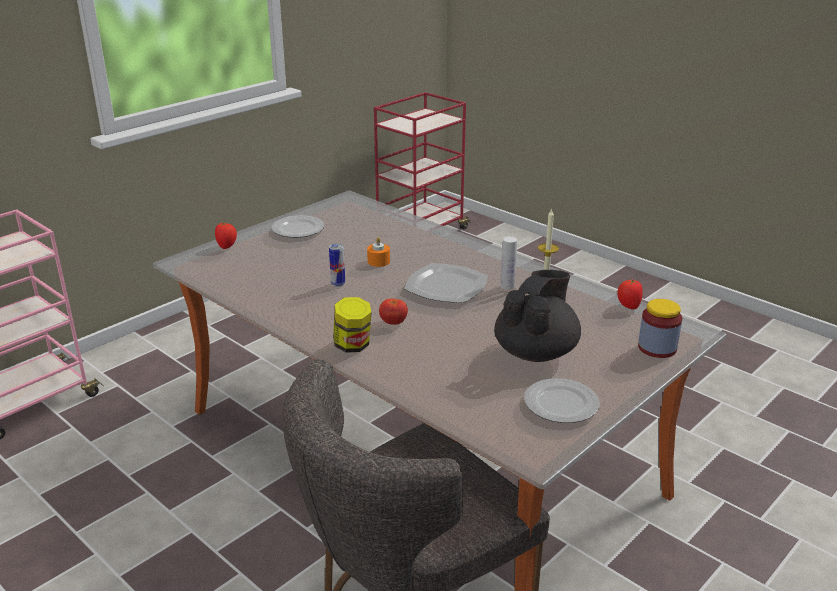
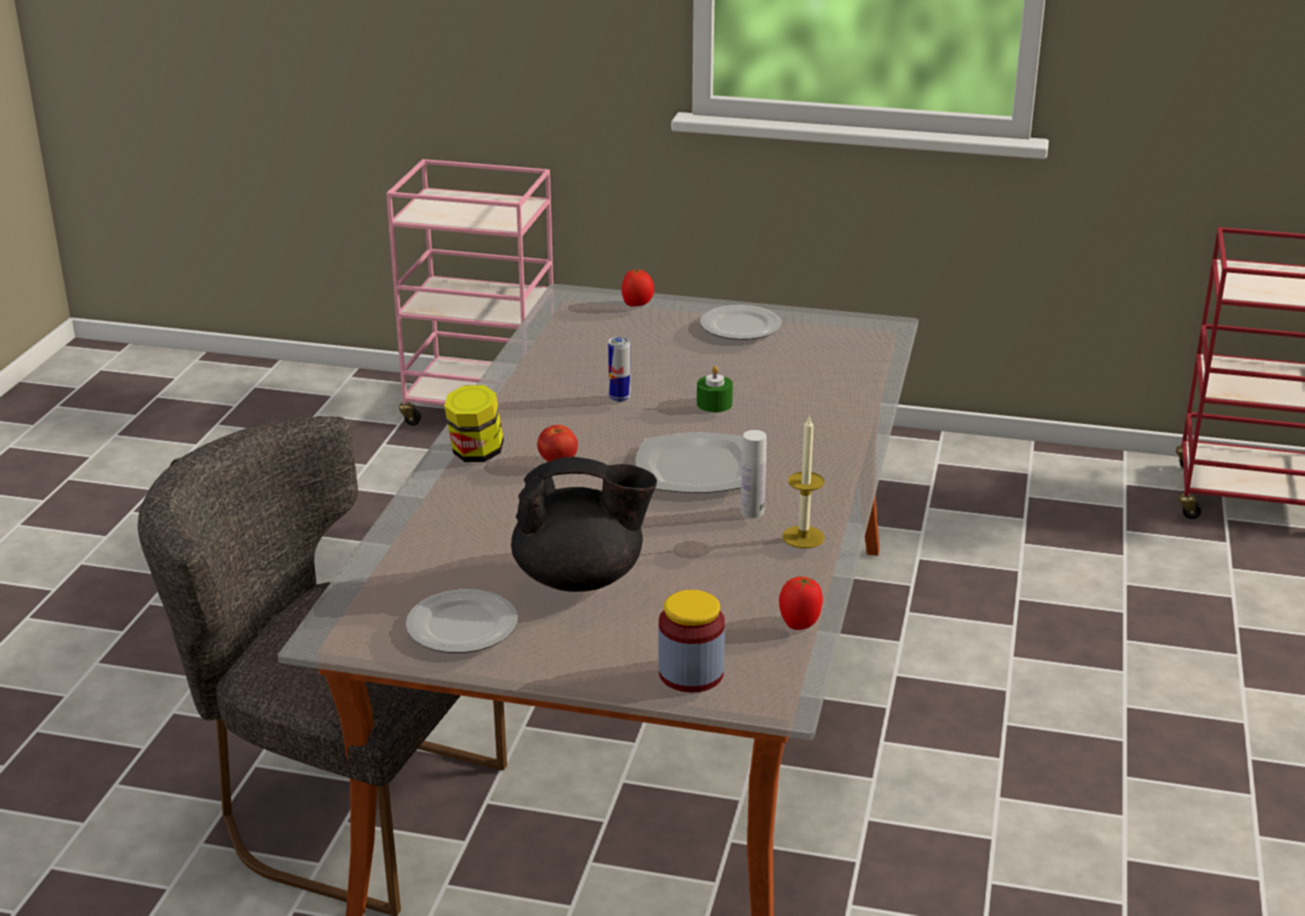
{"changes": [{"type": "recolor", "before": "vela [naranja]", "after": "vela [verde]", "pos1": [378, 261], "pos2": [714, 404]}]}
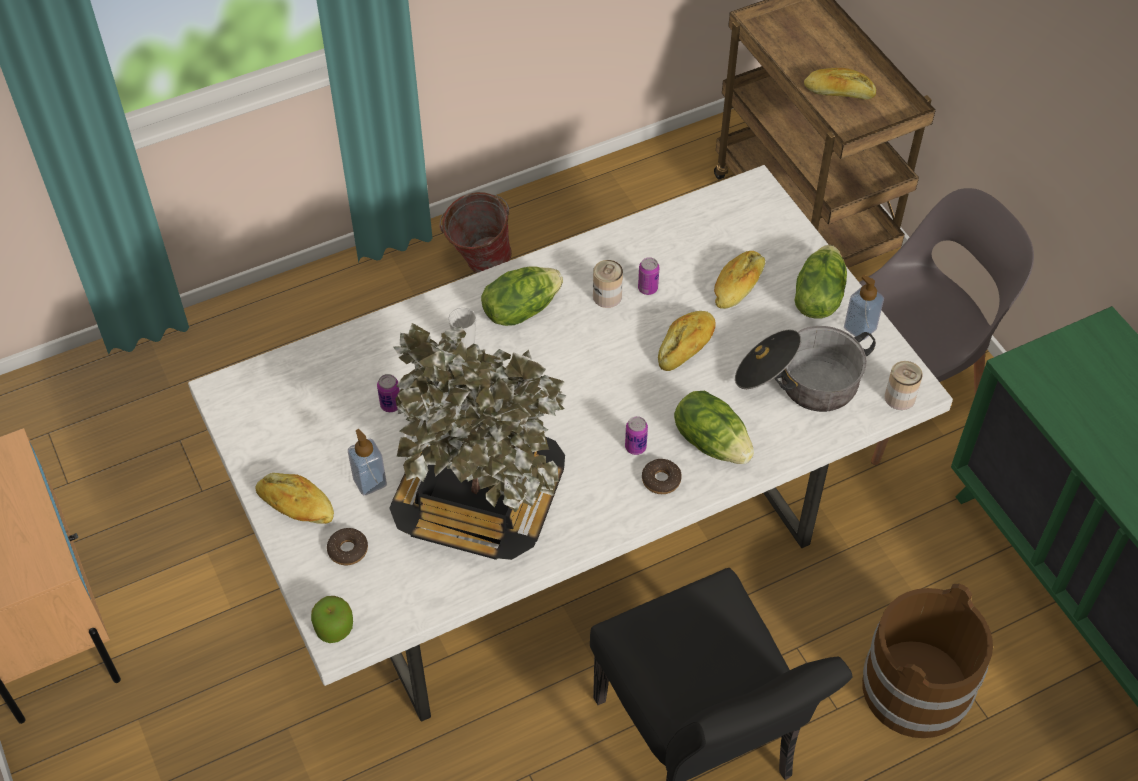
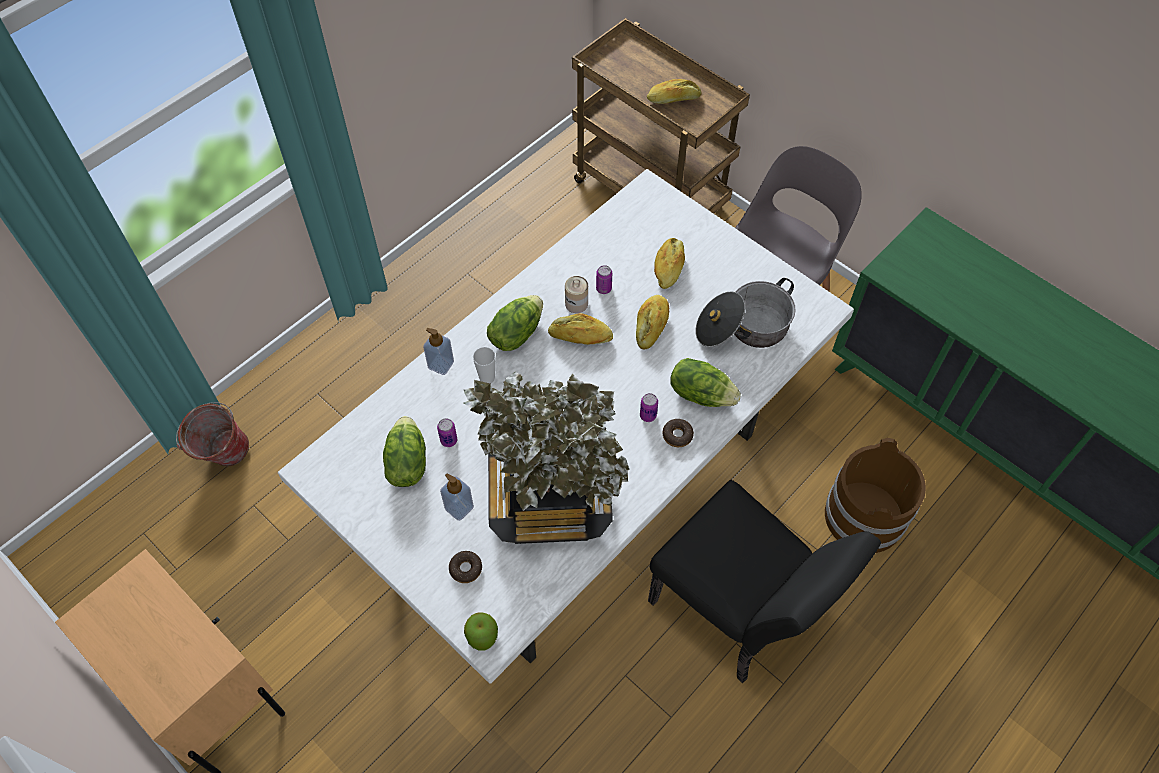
{"changes": [{"type": "delete", "before": "lata", "pos1": [899, 397]}, {"type": "move", "before": "pan", "pos1": [296, 506], "pos2": [580, 337]}, {"type": "move", "before": "cubo", "pos1": [478, 264], "pos2": [223, 457]}, {"type": "move", "before": "lechuga", "pos1": [817, 297], "pos2": [406, 463]}, {"type": "move", "before": "dispensador de jabón", "pos1": [860, 328], "pos2": [441, 365]}]}
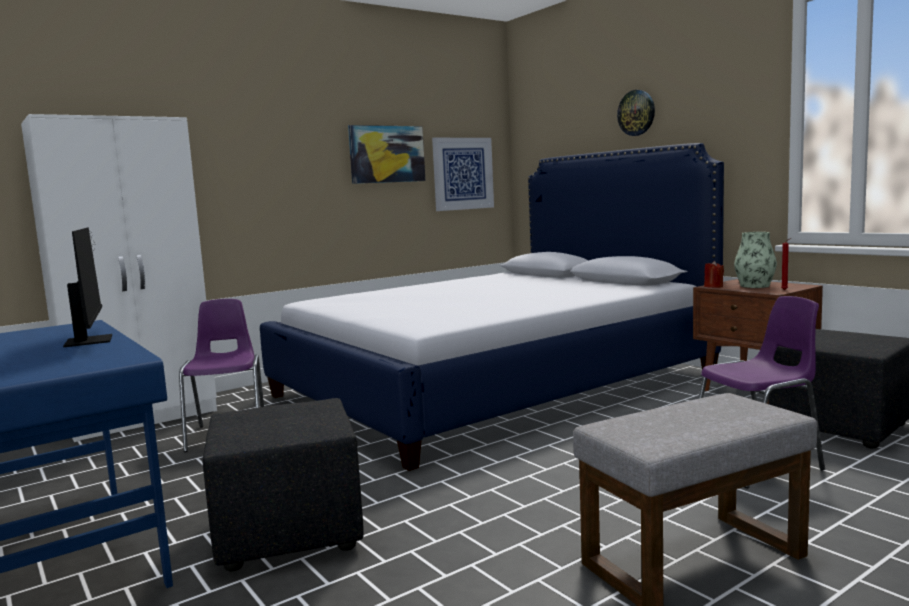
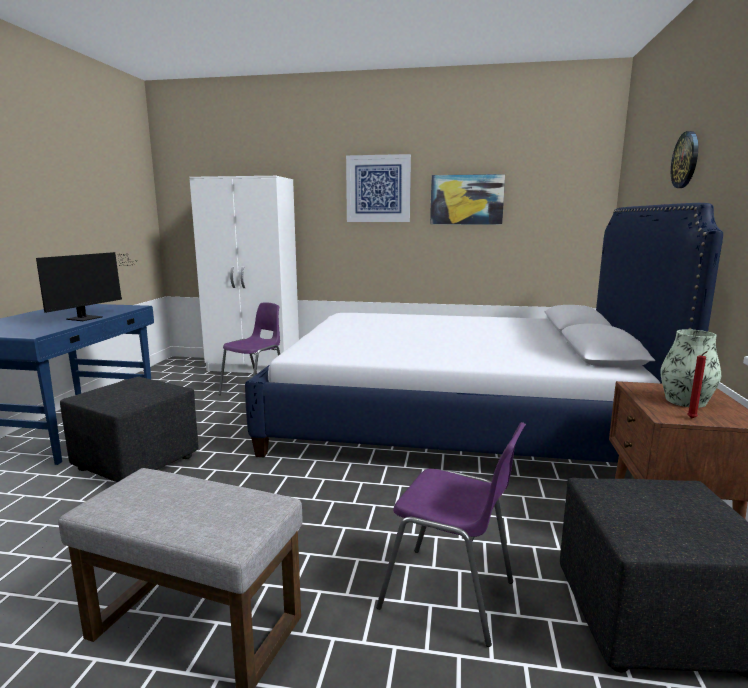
{"changes": [{"type": "delete", "before": "vela [rojo]", "pos1": [713, 286]}, {"type": "move", "before": "cuadro", "pos1": [463, 173], "pos2": [378, 189]}]}
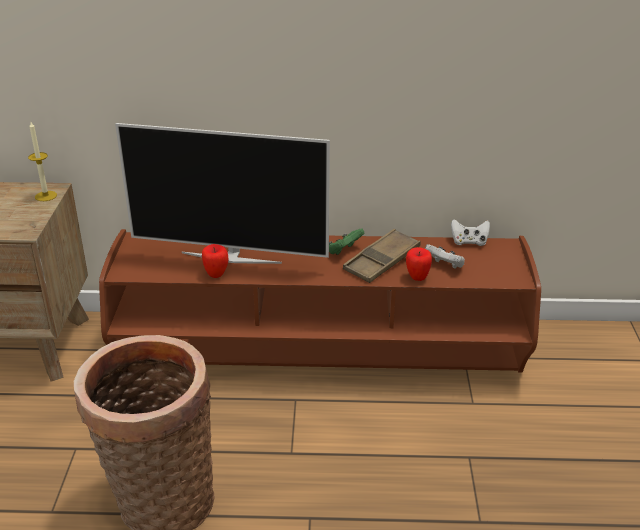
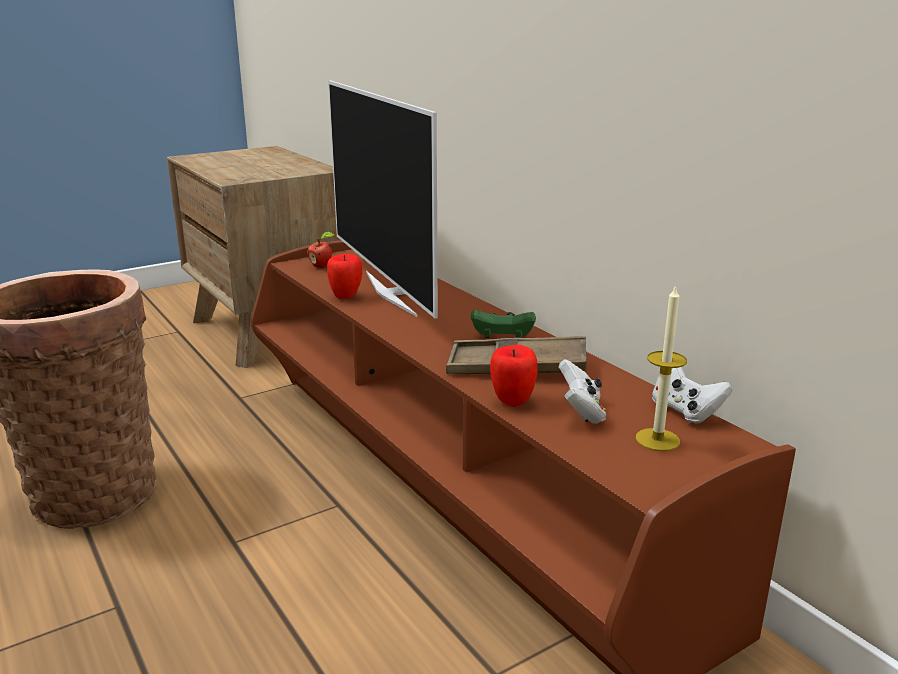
{"changes": [{"type": "insert", "after": "manzana", "pos2": [322, 266]}, {"type": "move", "before": "vela", "pos1": [46, 196], "pos2": [657, 439]}]}
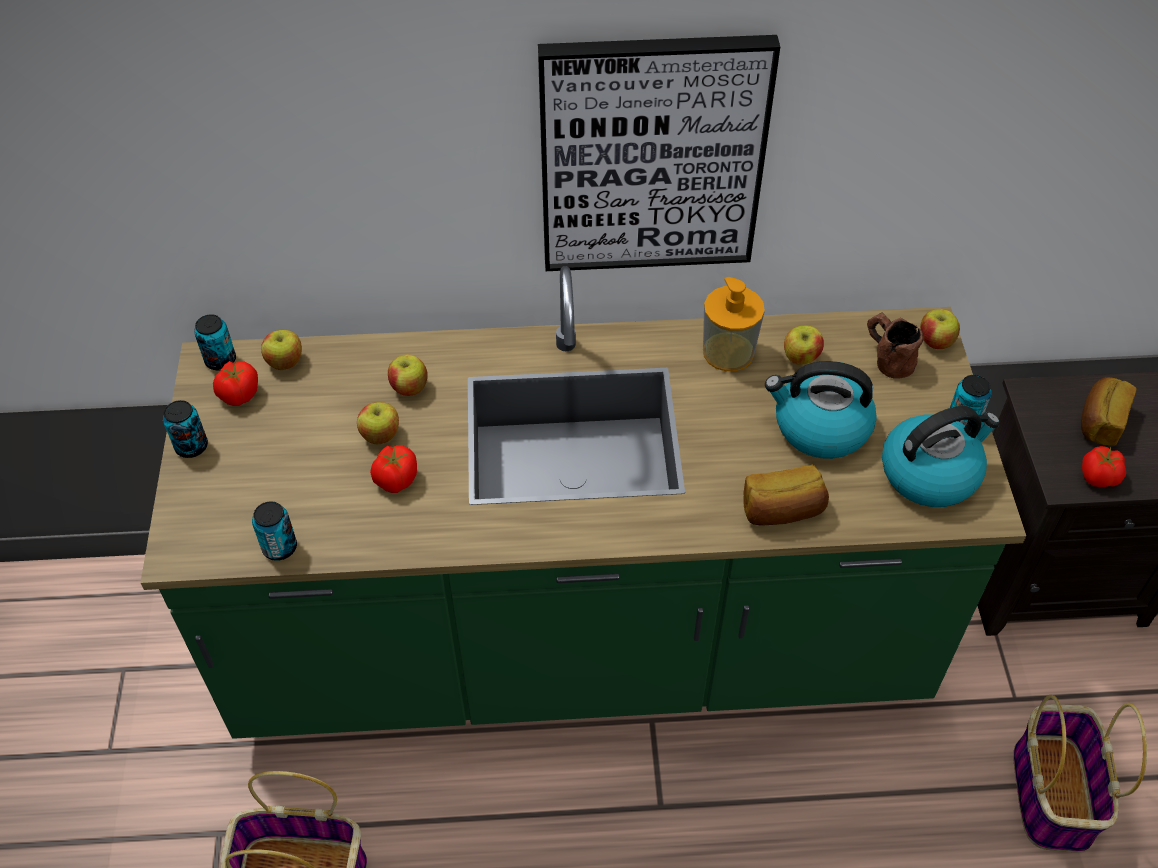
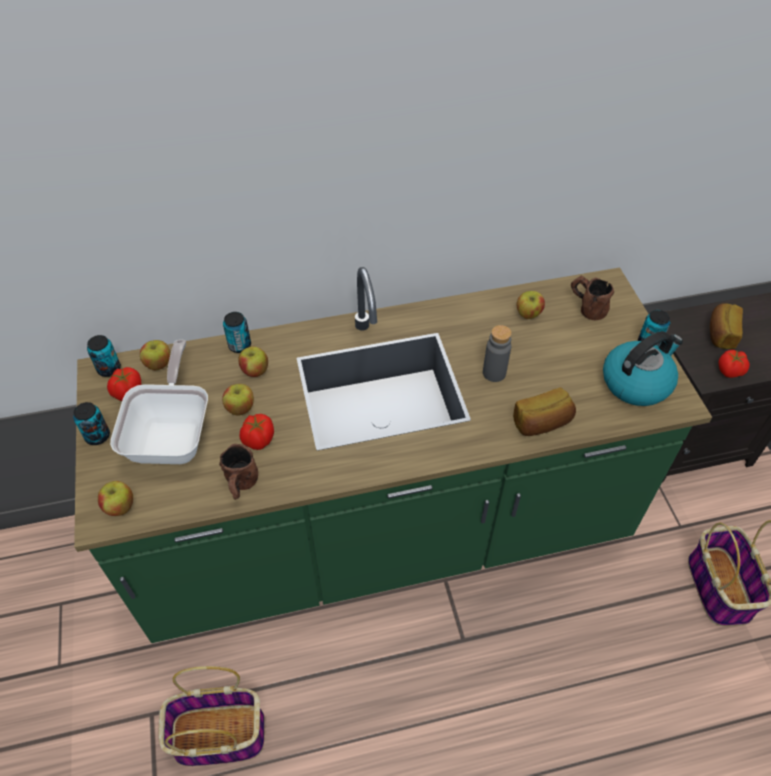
{"changes": [{"type": "delete", "before": "cuadro", "pos1": [651, 155]}, {"type": "delete", "before": "dispensador de jabón", "pos1": [728, 352]}, {"type": "delete", "before": "hervidor", "pos1": [819, 428]}, {"type": "insert", "after": "sartén", "pos2": [173, 434]}, {"type": "insert", "after": "taza grande [marrón]", "pos2": [241, 486]}, {"type": "insert", "after": "botella [gris]", "pos2": [494, 373]}, {"type": "move", "before": "lata", "pos1": [279, 547], "pos2": [239, 345]}, {"type": "move", "before": "manzana", "pos1": [935, 342], "pos2": [120, 507]}]}
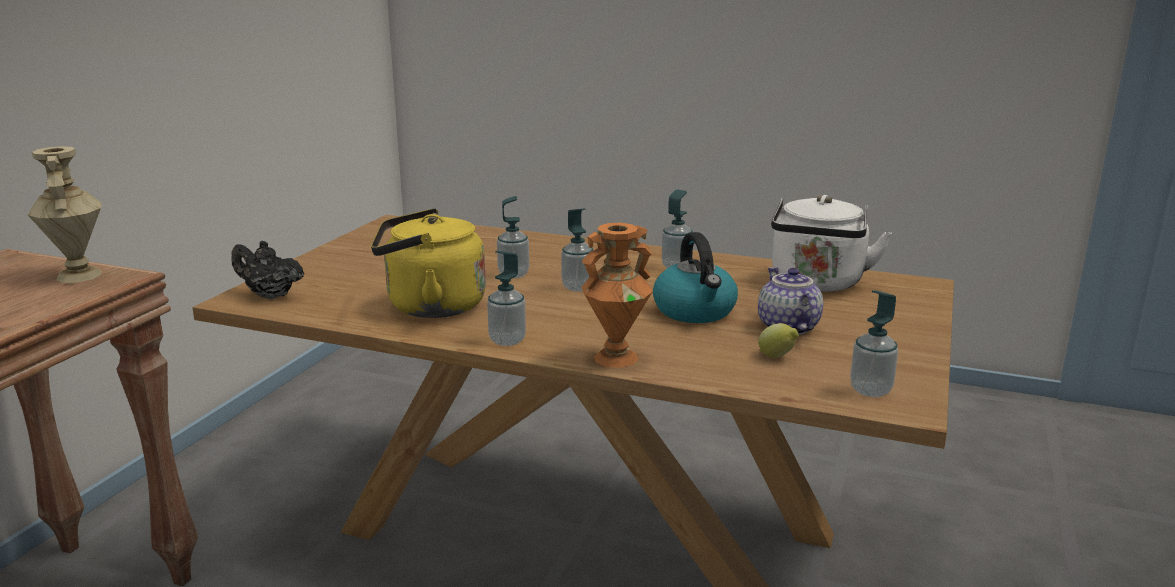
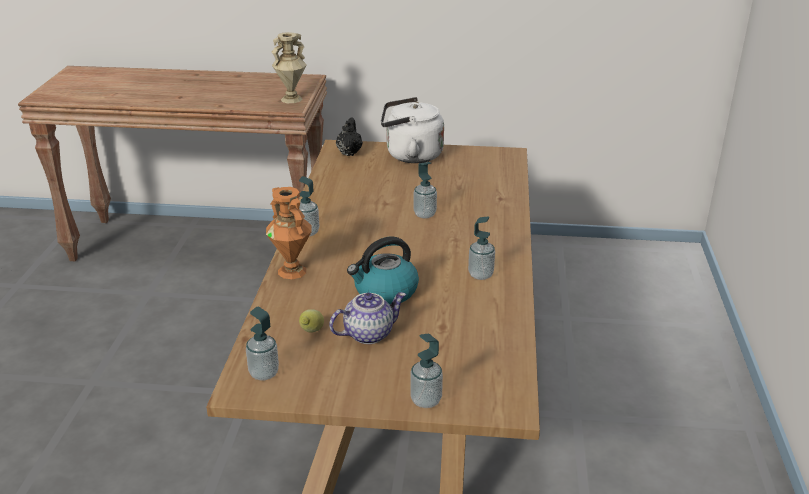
{"changes": [{"type": "delete", "before": "hervidor [amarillo]", "pos1": [430, 307]}, {"type": "move", "before": "dispensador de jabón", "pos1": [577, 287], "pos2": [426, 400]}, {"type": "move", "before": "hervidor [blanco]", "pos1": [817, 284], "pos2": [410, 155]}]}
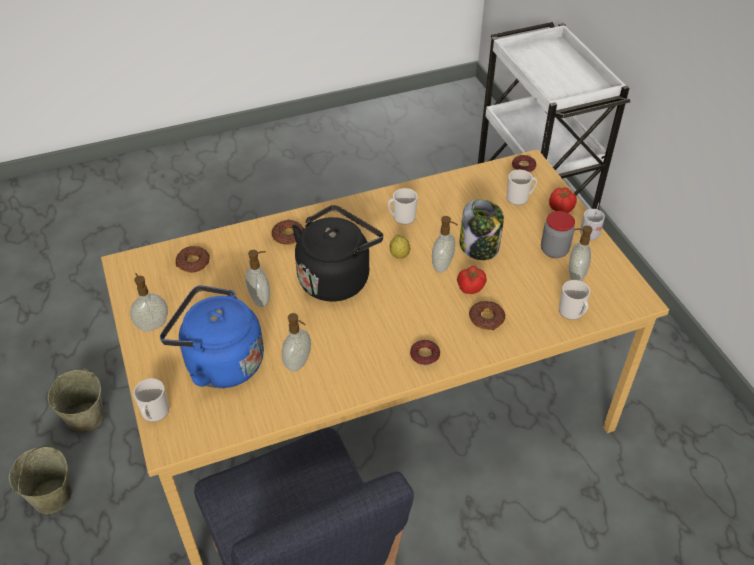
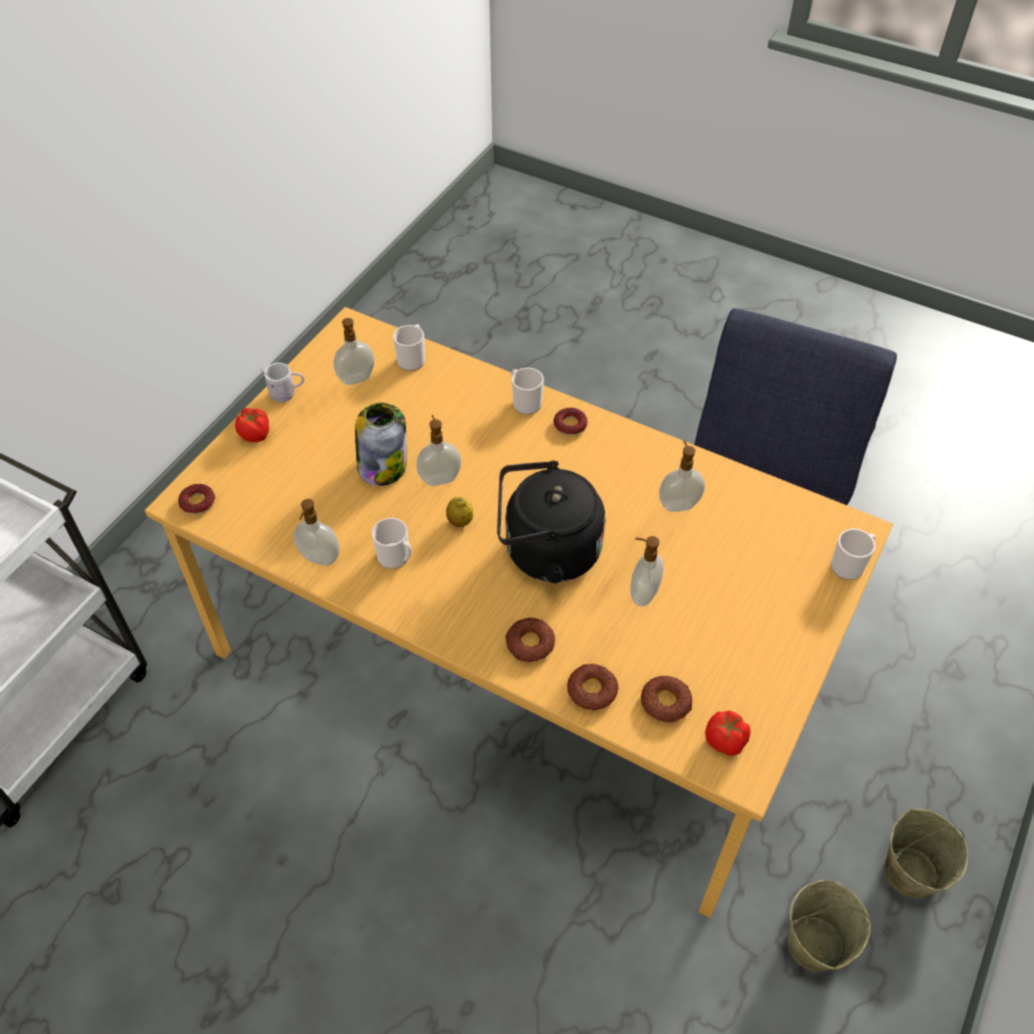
{"changes": [{"type": "delete", "before": "hervidor [azul]", "pos1": [220, 362]}, {"type": "delete", "before": "tarro", "pos1": [554, 250]}, {"type": "move", "before": "dispensador de jabón", "pos1": [152, 324], "pos2": [319, 559]}, {"type": "move", "before": "tomate", "pos1": [470, 288], "pos2": [725, 741]}, {"type": "move", "before": "rosquilla", "pos1": [486, 318], "pos2": [592, 690]}, {"type": "move", "before": "taza grande", "pos1": [519, 198], "pos2": [525, 402]}]}
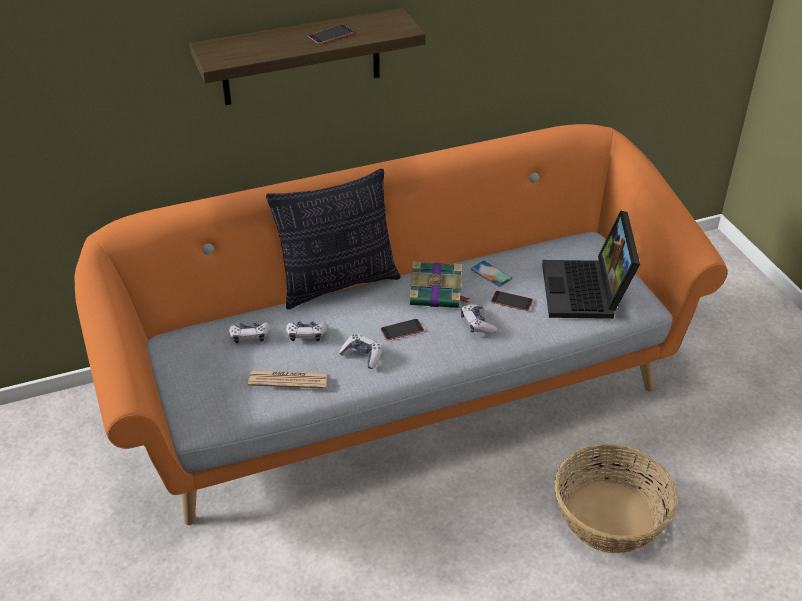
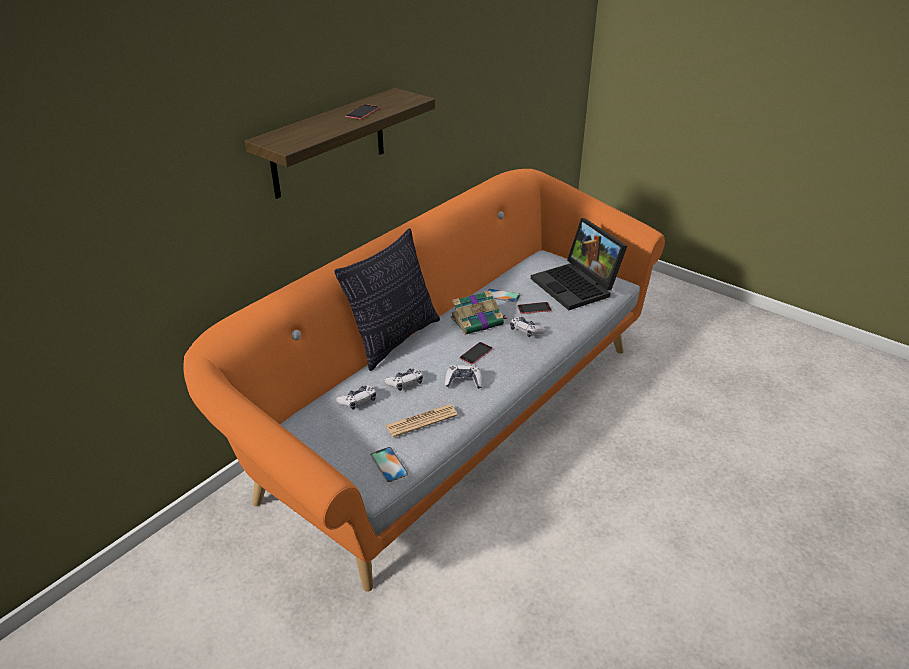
{"changes": [{"type": "delete", "before": "cesta", "pos1": [609, 516]}, {"type": "insert", "after": "móvil", "pos2": [389, 464]}]}
